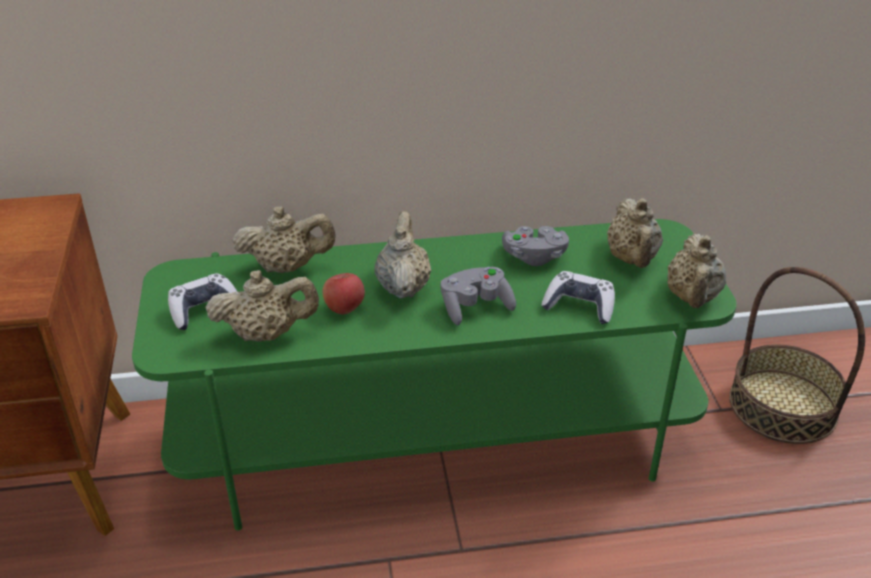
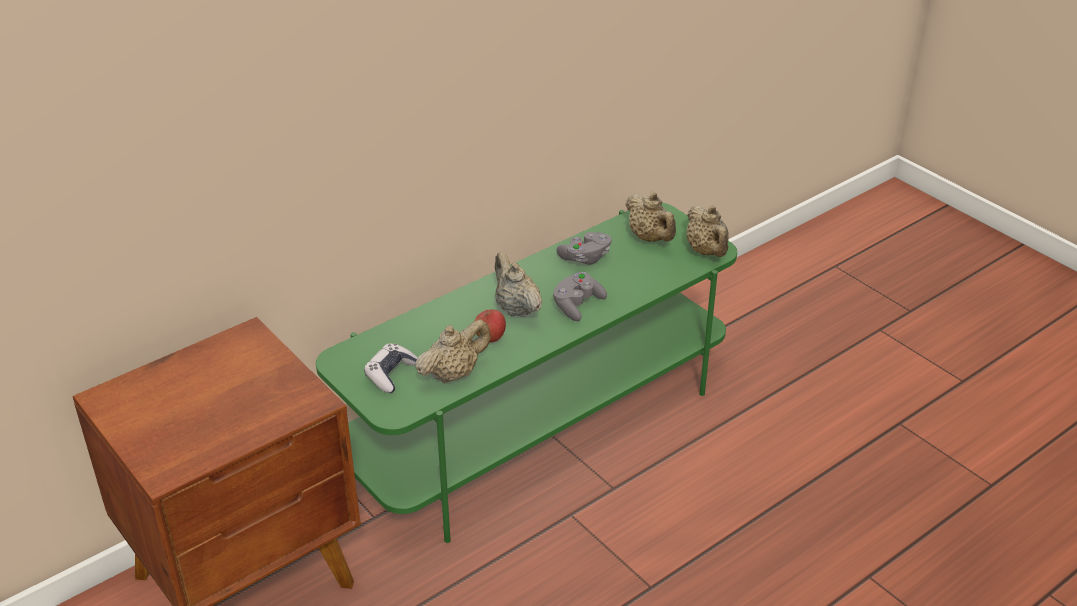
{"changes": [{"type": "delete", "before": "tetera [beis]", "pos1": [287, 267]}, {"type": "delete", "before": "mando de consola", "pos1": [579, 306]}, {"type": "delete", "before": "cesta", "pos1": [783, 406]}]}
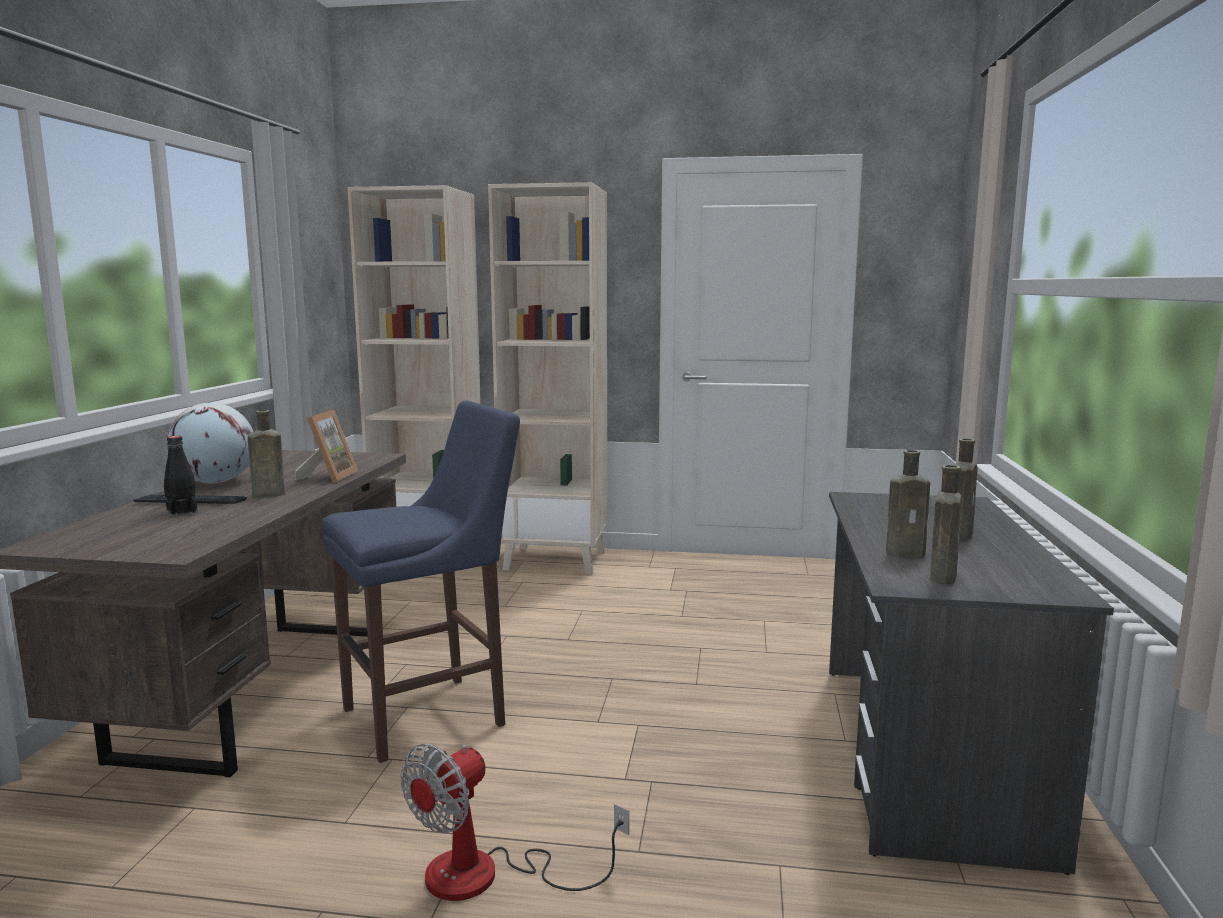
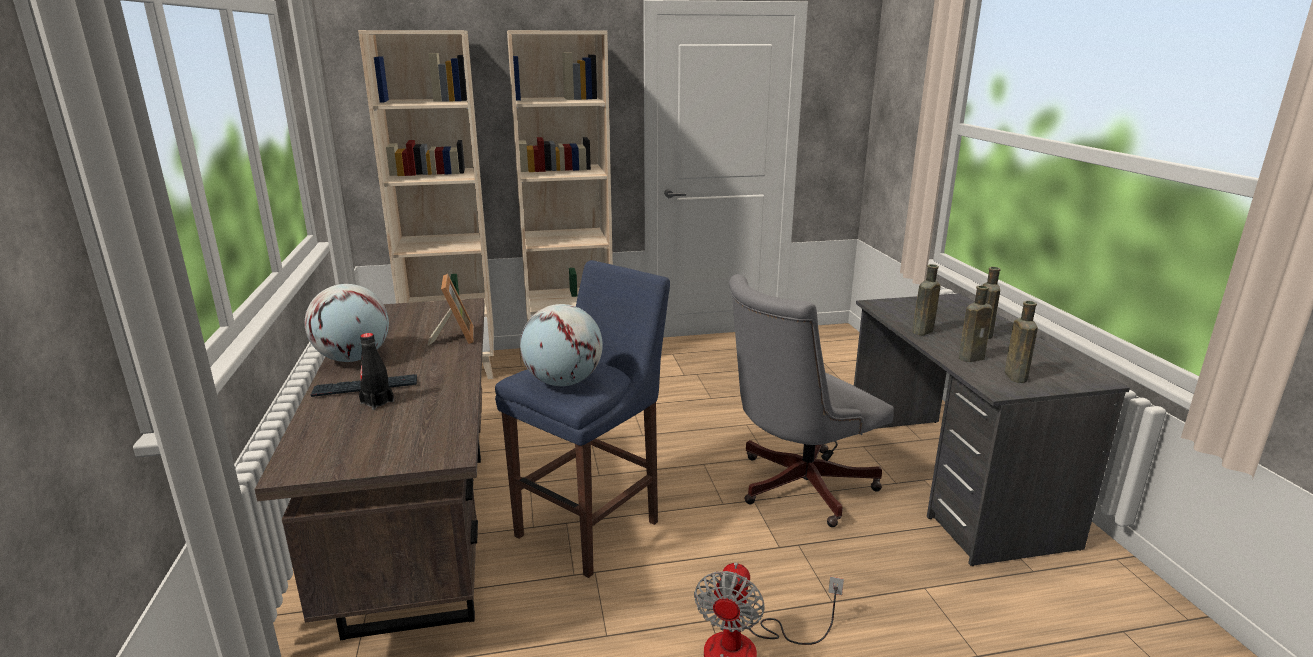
{"changes": [{"type": "insert", "after": "globo terráqueo", "pos2": [563, 382]}, {"type": "insert", "after": "silla de oficina [gris]", "pos2": [796, 487]}, {"type": "move", "before": "botella [marrón]", "pos1": [266, 495], "pos2": [922, 332]}]}
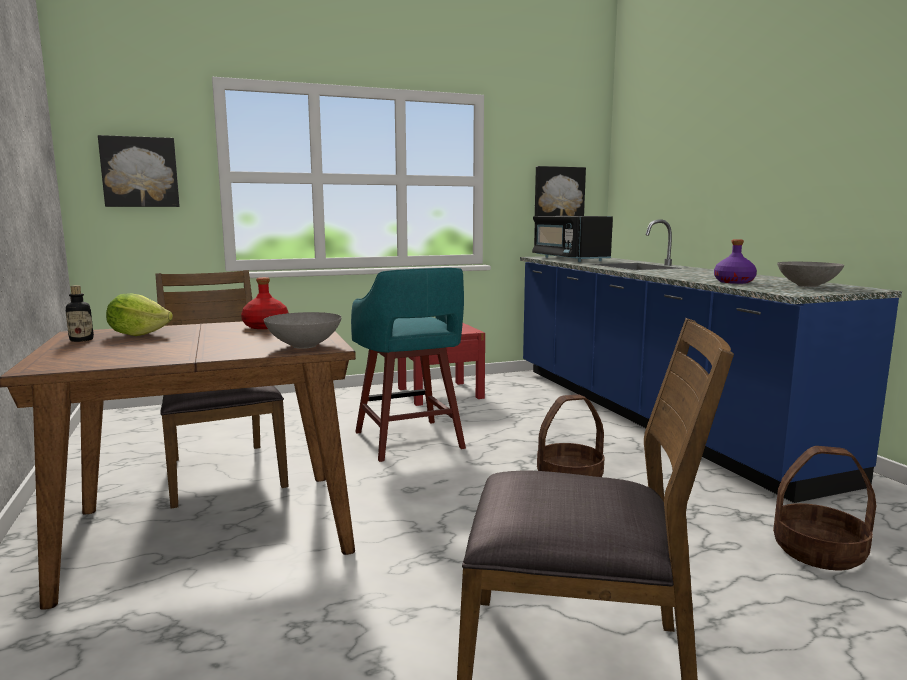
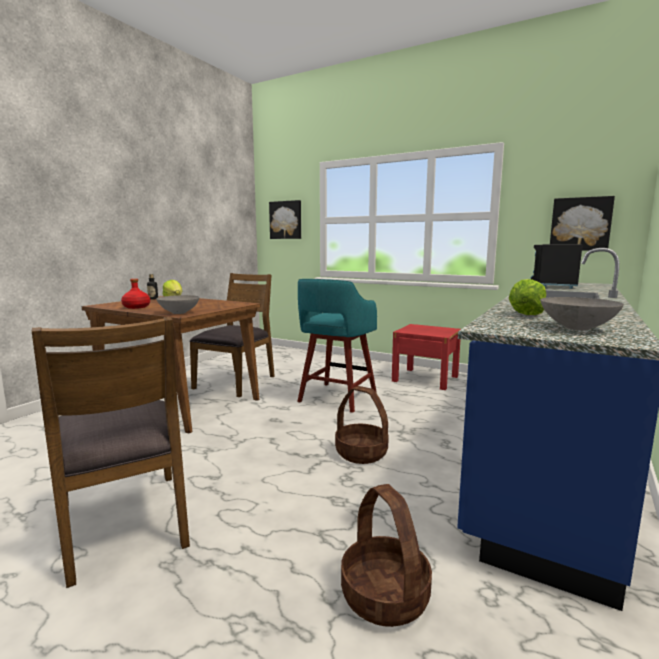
{"changes": [{"type": "move", "before": "botella [rojo]", "pos1": [266, 326], "pos2": [136, 307]}, {"type": "replace", "before": "botella [morado]", "after": "lechuga", "pos1": [734, 282], "pos2": [526, 314]}]}
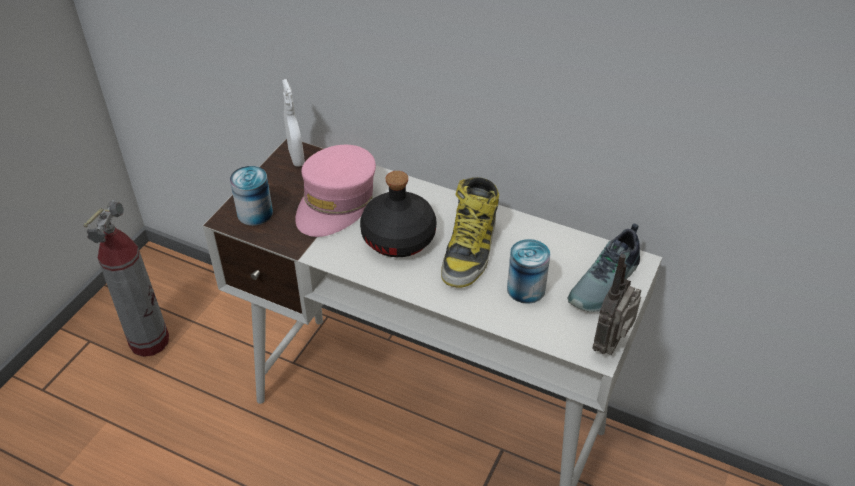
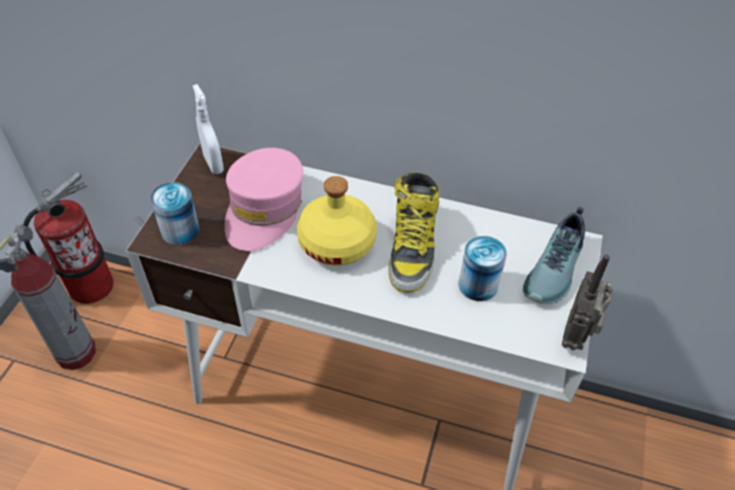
{"changes": [{"type": "insert", "after": "extintor", "pos2": [90, 286]}, {"type": "recolor", "before": "botella [negro]", "after": "botella [amarillo]", "pos1": [399, 237], "pos2": [337, 242]}]}
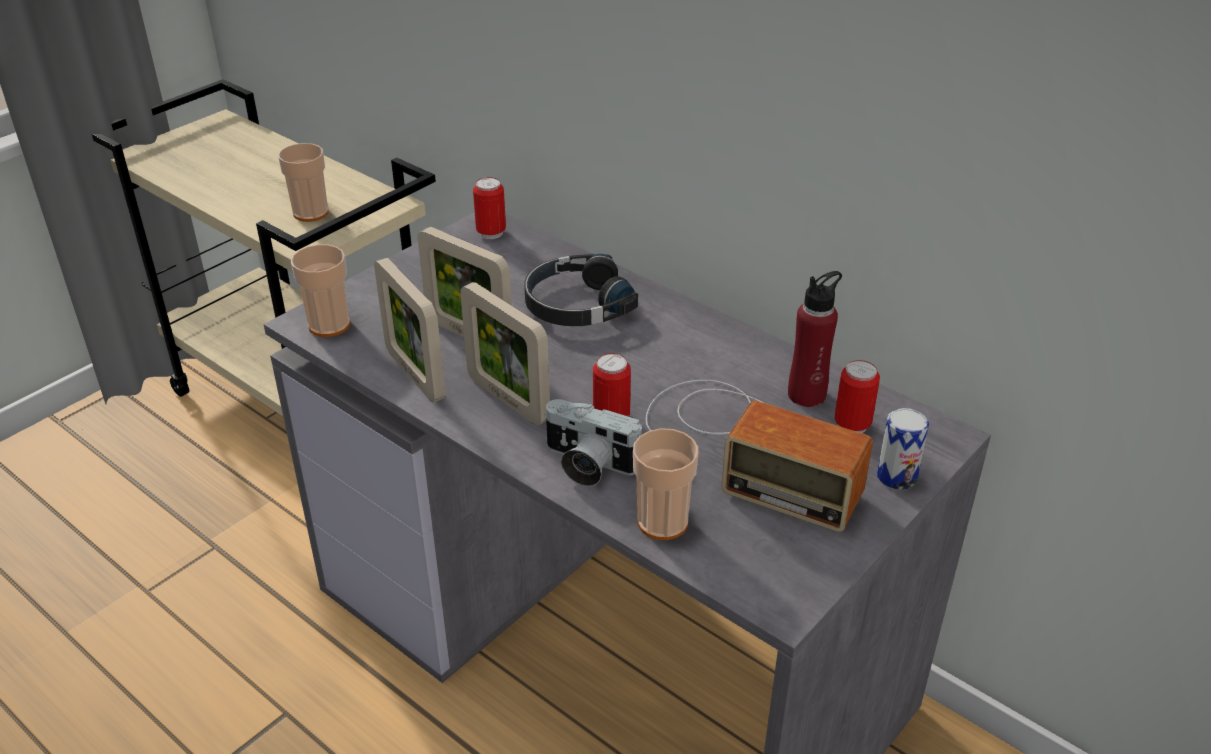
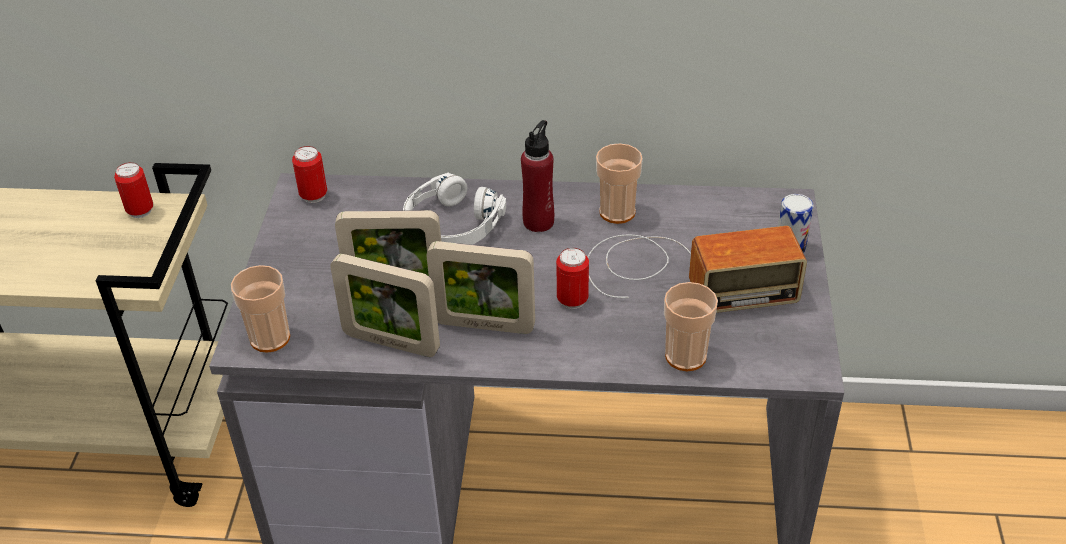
{"changes": [{"type": "delete", "before": "cámara", "pos1": [587, 464]}, {"type": "move", "before": "taza", "pos1": [311, 213], "pos2": [617, 212]}, {"type": "move", "before": "botella [rojo]", "pos1": [807, 395], "pos2": [538, 222]}, {"type": "move", "before": "lata", "pos1": [852, 425], "pos2": [140, 211]}, {"type": "recolor", "before": "auriculares [negro]", "after": "auriculares [blanco]", "pos1": [576, 305], "pos2": [450, 225]}]}
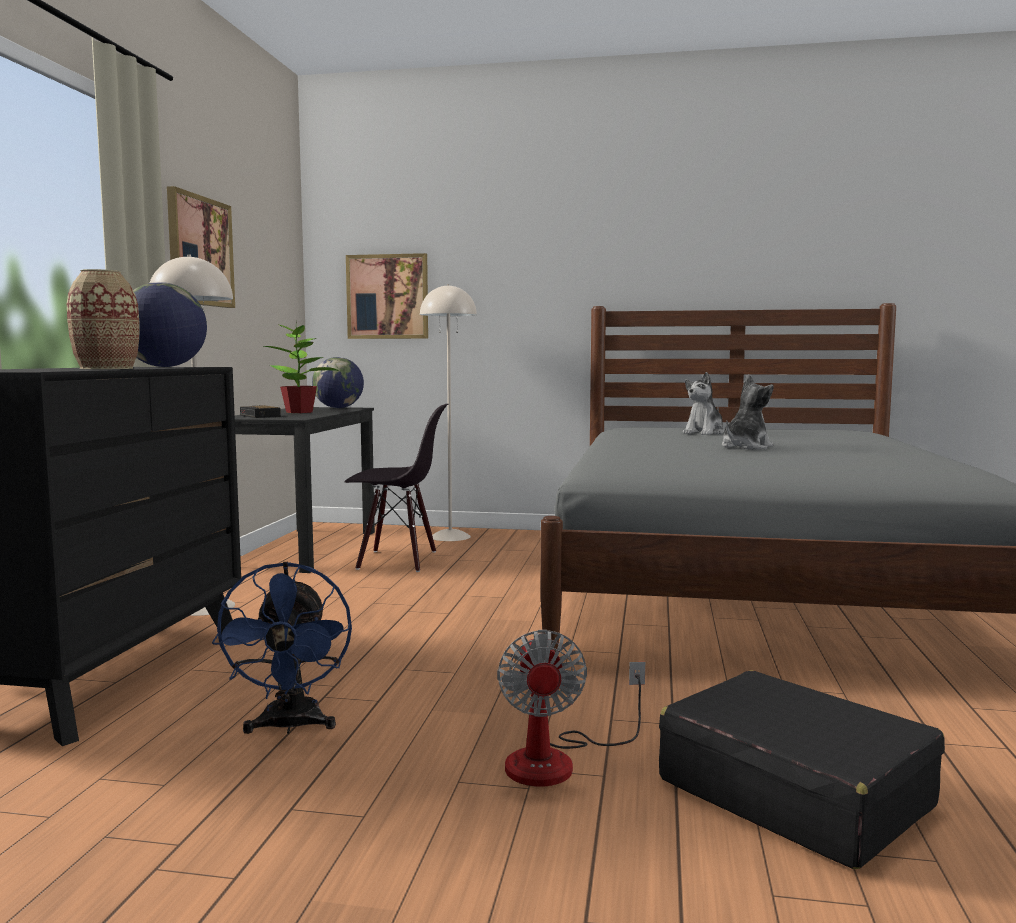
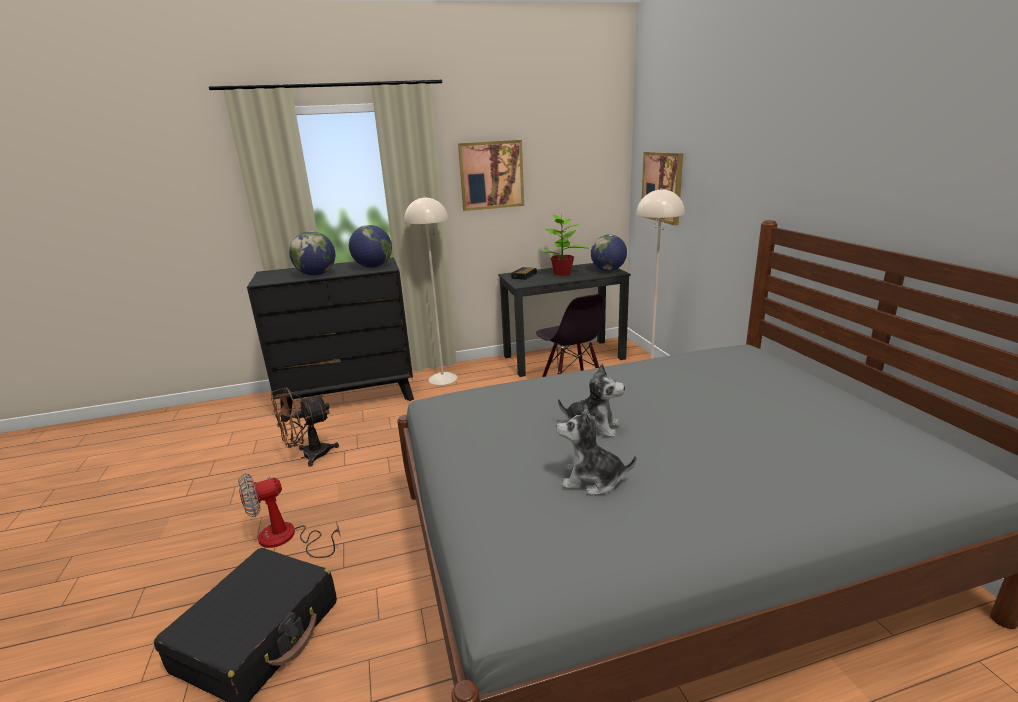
{"changes": [{"type": "move", "before": "peluche", "pos1": [704, 433], "pos2": [592, 480]}, {"type": "replace", "before": "florero", "after": "globo terráqueo", "pos1": [106, 368], "pos2": [316, 274]}, {"type": "recolor", "before": "ventilador [azul]", "after": "ventilador [marrón]", "pos1": [290, 726], "pos2": [309, 456]}]}
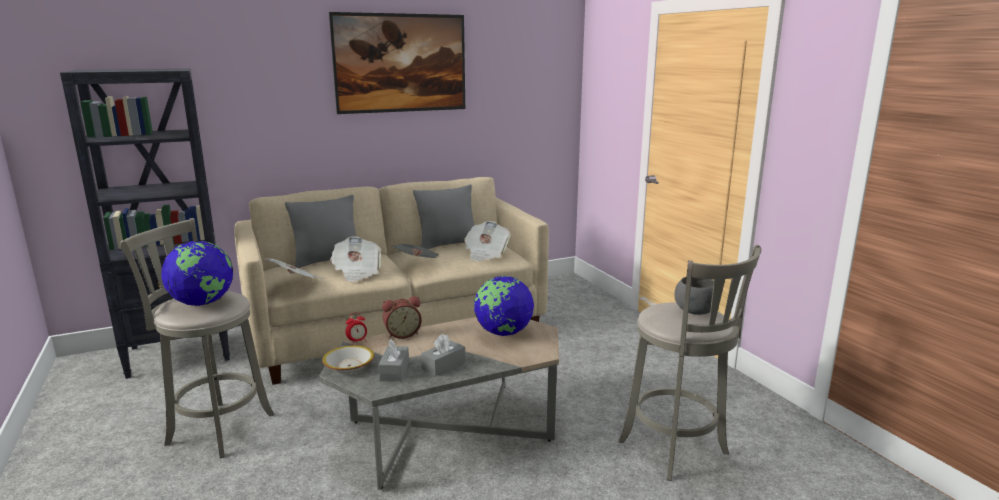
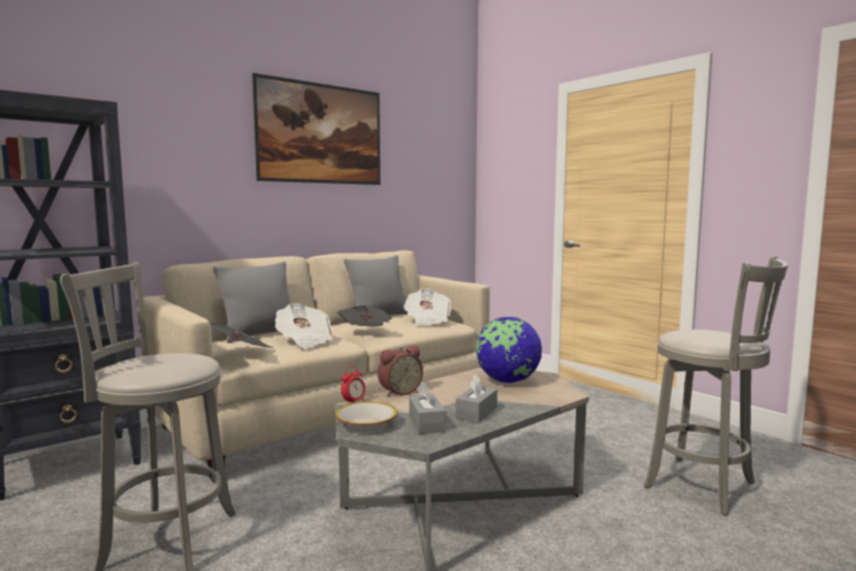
{"changes": [{"type": "delete", "before": "globo terráqueo", "pos1": [203, 303]}, {"type": "delete", "before": "cuenco [gris]", "pos1": [695, 312]}]}
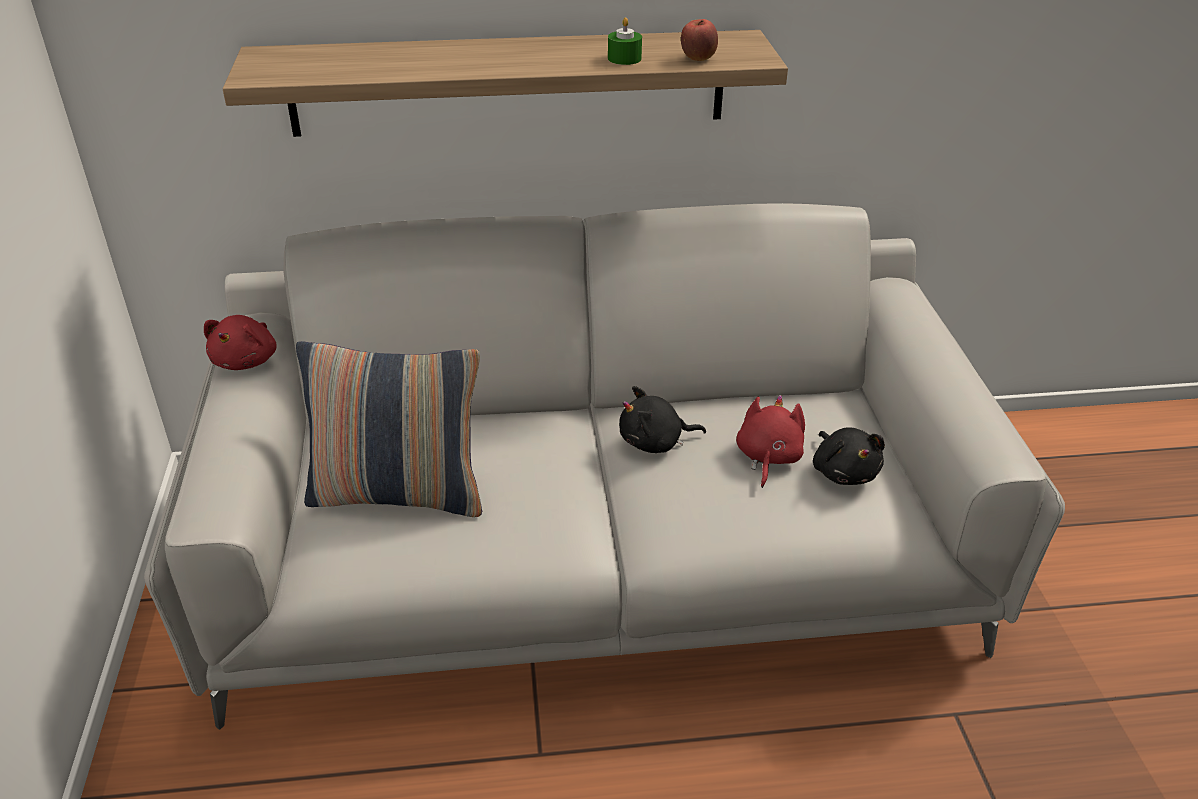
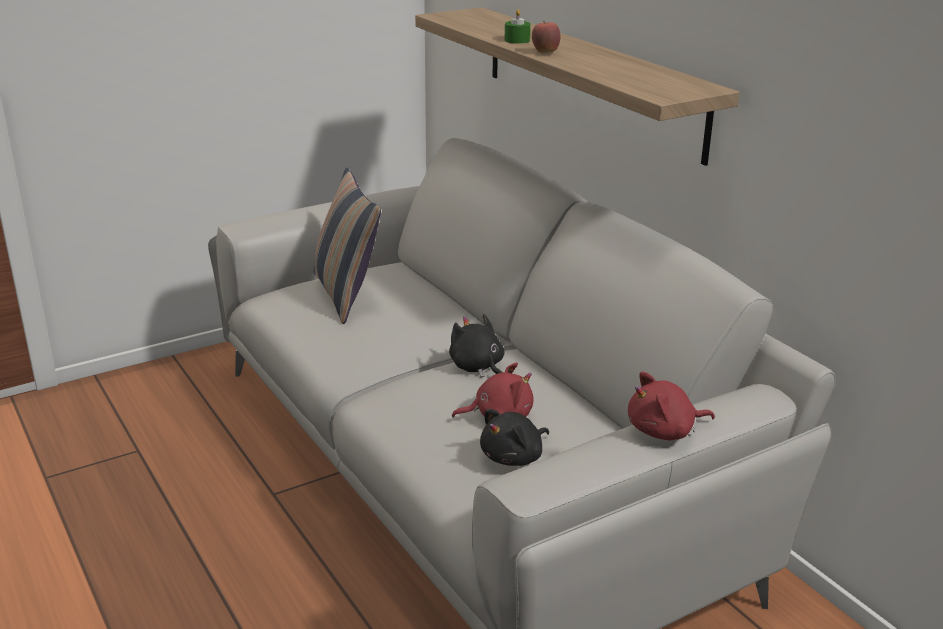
{"changes": [{"type": "move", "before": "peluche [rojo]", "pos1": [247, 360], "pos2": [664, 431]}, {"type": "move", "before": "vela [verde]", "pos1": [624, 58], "pos2": [517, 40]}, {"type": "move", "before": "manzana", "pos1": [698, 59], "pos2": [545, 52]}]}
